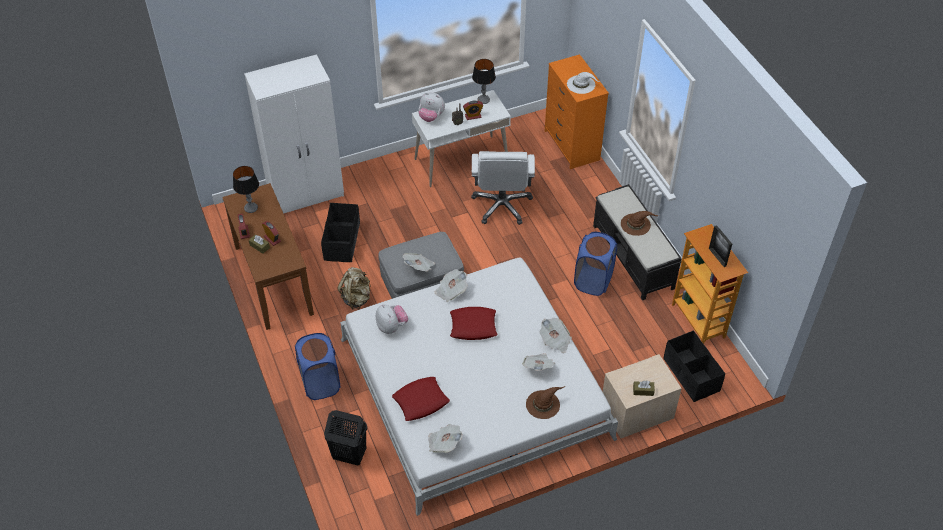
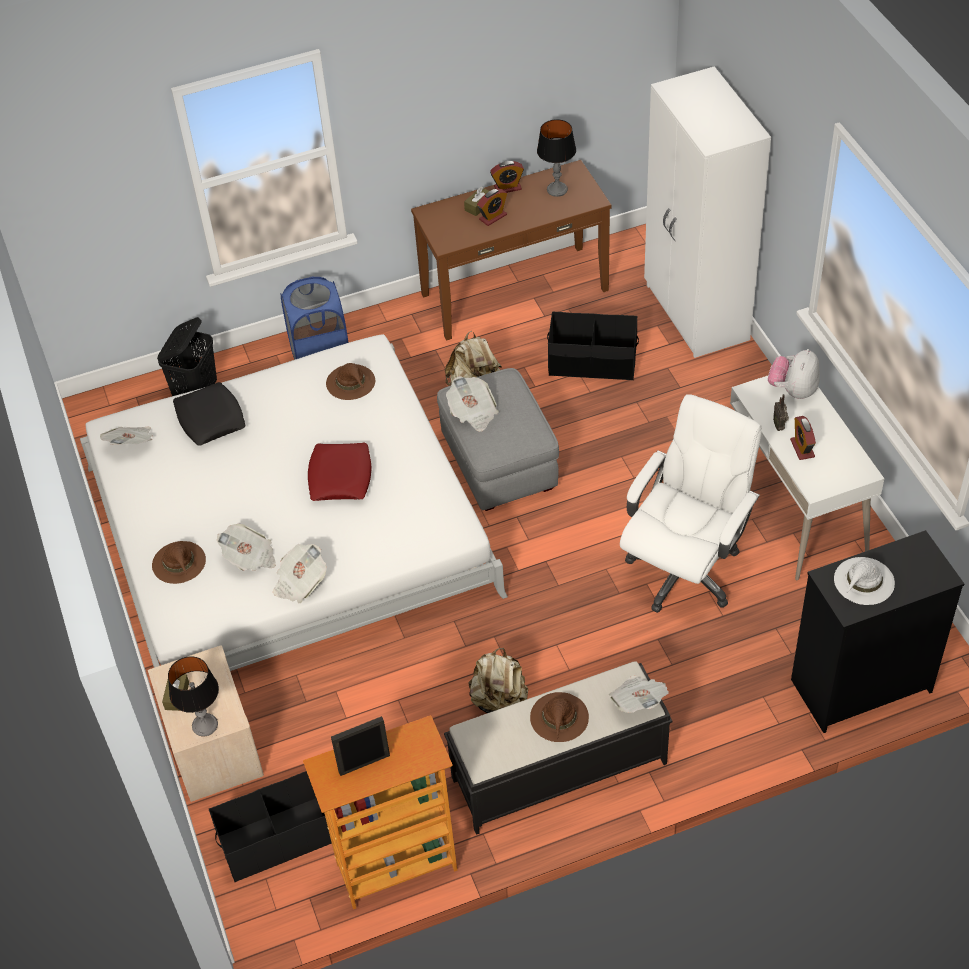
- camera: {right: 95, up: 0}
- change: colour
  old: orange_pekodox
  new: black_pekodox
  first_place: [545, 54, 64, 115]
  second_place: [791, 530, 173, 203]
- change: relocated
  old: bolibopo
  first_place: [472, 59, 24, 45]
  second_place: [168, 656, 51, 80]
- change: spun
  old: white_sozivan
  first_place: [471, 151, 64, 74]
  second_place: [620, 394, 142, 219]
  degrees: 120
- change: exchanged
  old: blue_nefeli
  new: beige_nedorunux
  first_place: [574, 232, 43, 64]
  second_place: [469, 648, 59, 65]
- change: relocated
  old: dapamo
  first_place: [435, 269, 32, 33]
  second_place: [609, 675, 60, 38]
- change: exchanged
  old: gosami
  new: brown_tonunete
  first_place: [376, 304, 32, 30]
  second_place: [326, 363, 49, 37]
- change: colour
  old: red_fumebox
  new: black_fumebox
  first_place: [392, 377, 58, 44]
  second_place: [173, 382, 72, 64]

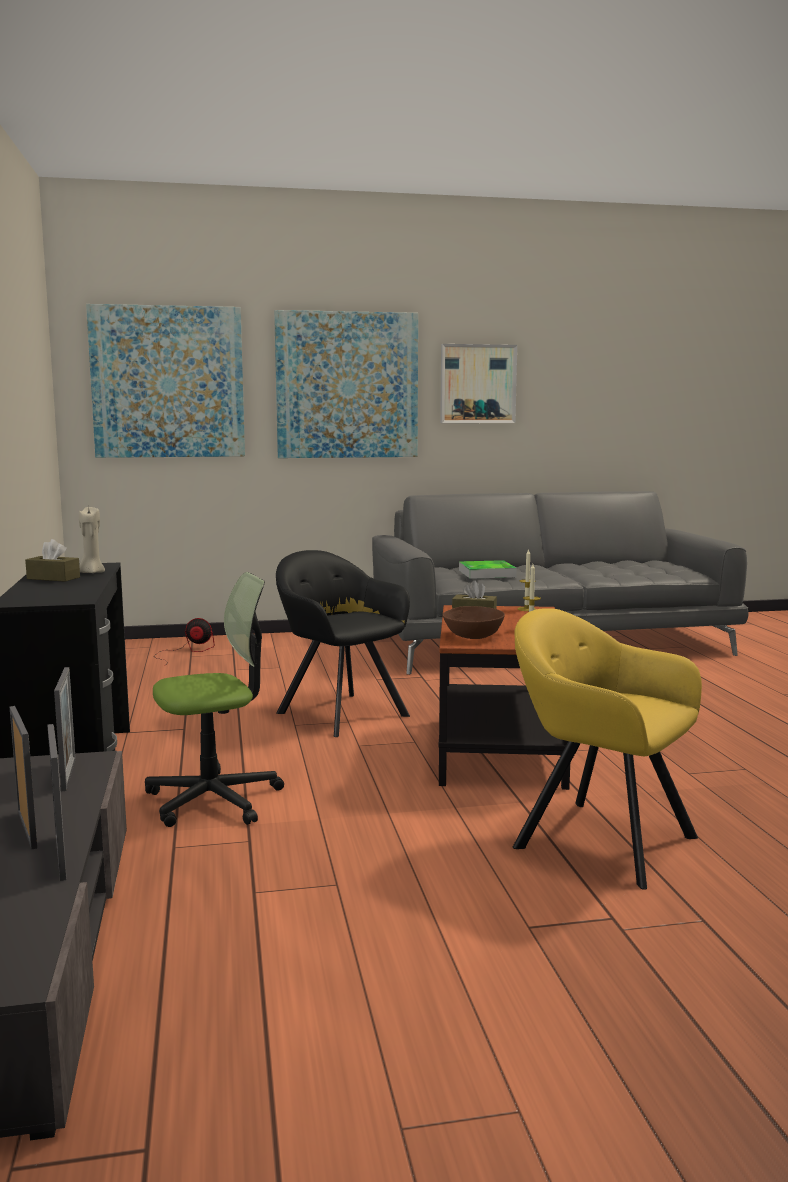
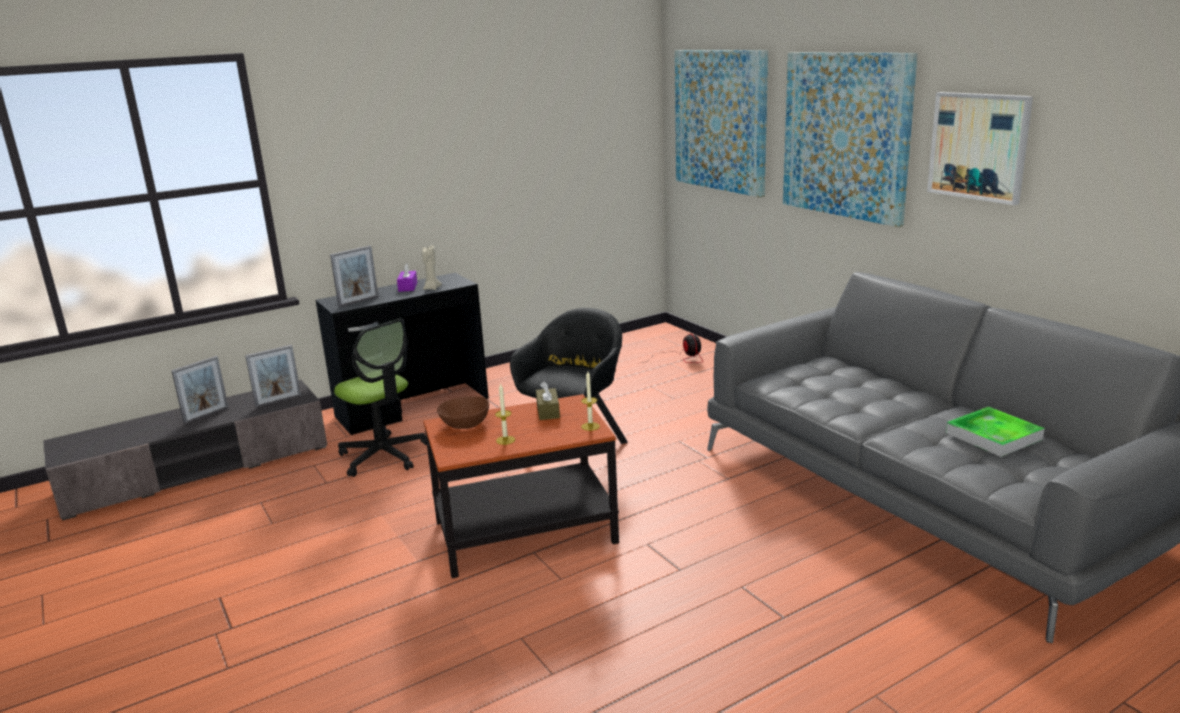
- camera: {right: 70, up: 10}
- change: colour
  old: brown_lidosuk
  new: purple_lidosuk
  first_place: [25, 539, 55, 43]
  second_place: [397, 263, 20, 29]
- change: relocated
  old: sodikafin
  first_place: [459, 560, 58, 19]
  second_place: [946, 407, 99, 50]
- change: missing
  old: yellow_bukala
  first_place: [512, 608, 190, 282]
- change: relocated
  old: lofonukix
  first_place: [48, 724, 19, 157]
  second_place: [330, 246, 48, 61]

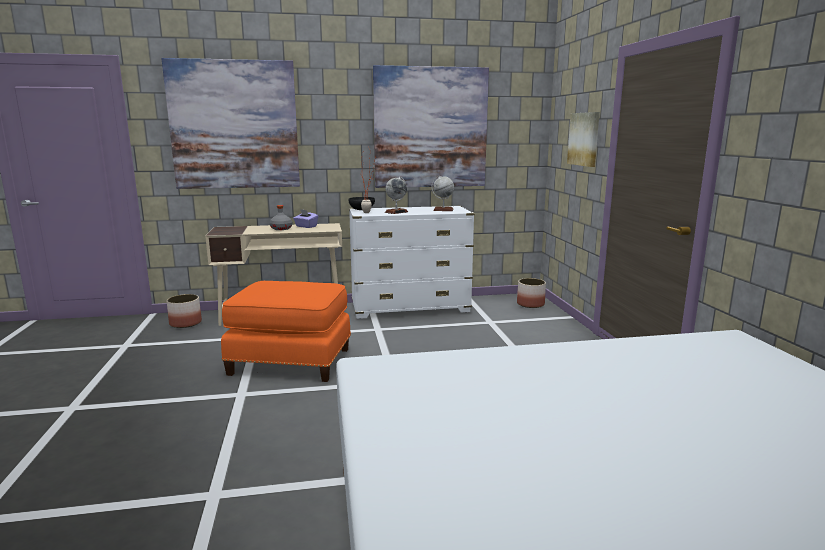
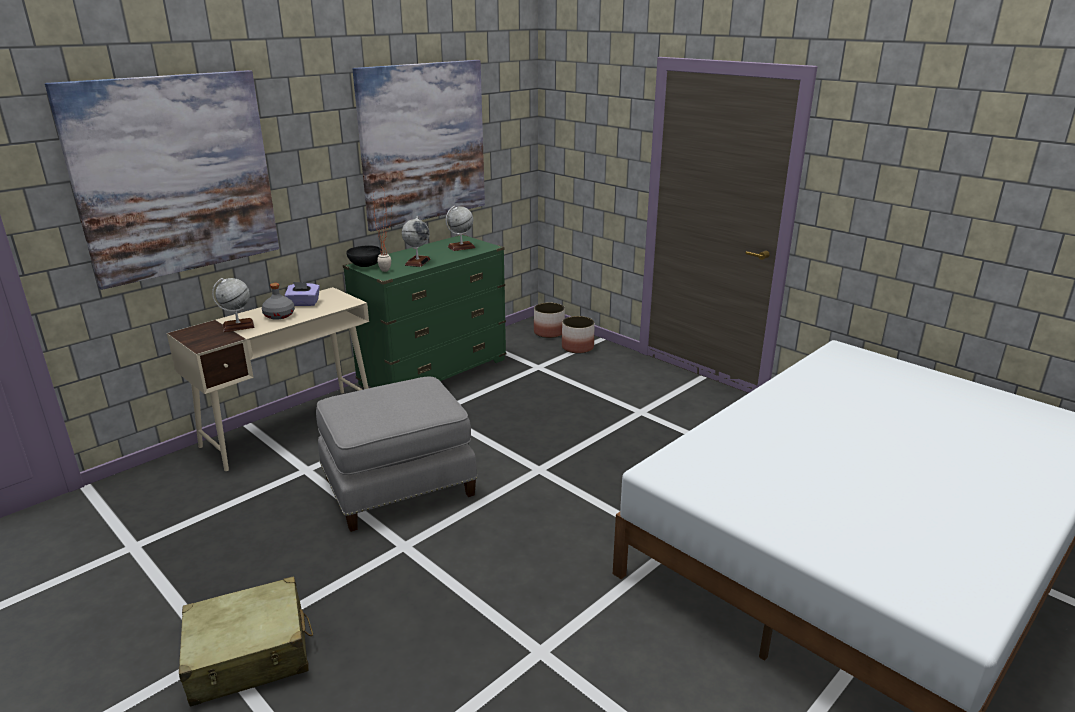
- camera: {right: -35, up: 10}
- change: missing
  old: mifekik
  first_place: [567, 112, 33, 55]
- change: colour
  old: white_pekodox
  new: green_pekodox
  first_place: [349, 206, 126, 113]
  second_place: [343, 234, 164, 154]
- change: colour
  old: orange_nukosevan
  new: grey_nukosevan
  first_place: [221, 281, 130, 101]
  second_place: [316, 377, 162, 155]
- change: relocated
  old: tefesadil
  first_place: [167, 294, 35, 34]
  second_place: [562, 316, 33, 37]
- change: appeared
  new: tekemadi
  second_place: [212, 278, 43, 54]
- change: appeared
  new: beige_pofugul
  second_place: [179, 576, 134, 131]

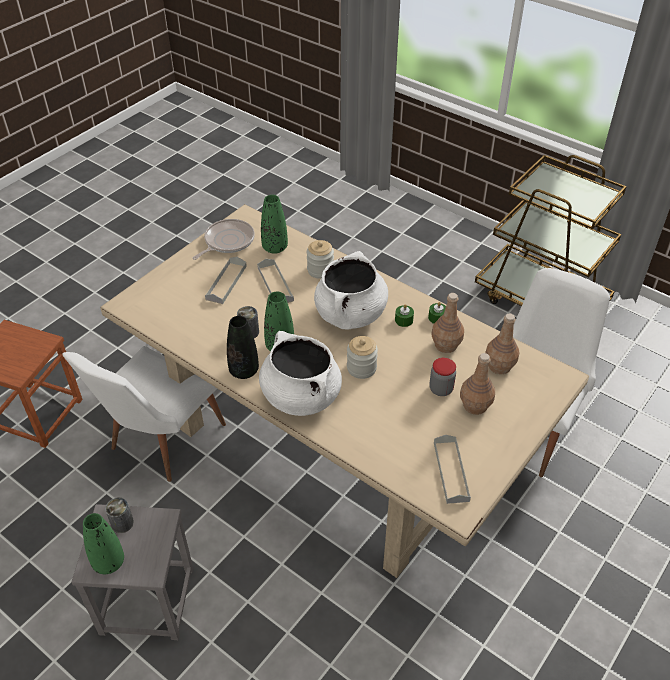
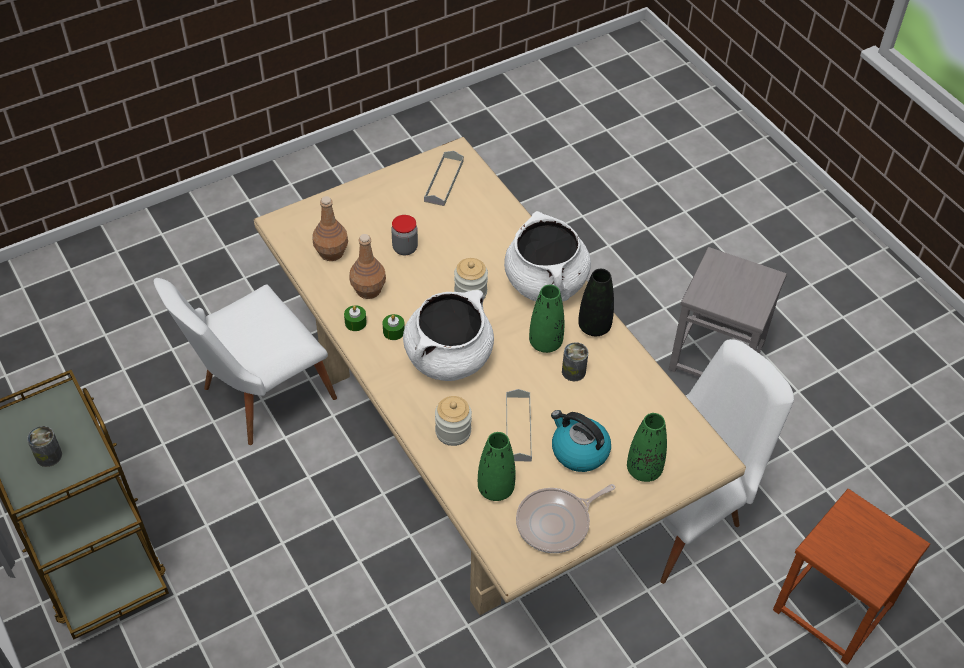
- camera: {right: -160, up: 5}
- change: exchanged
  old: grey_sodikafin
  new: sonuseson
  first_place: [205, 257, 42, 47]
  second_place: [551, 410, 60, 62]
- change: missing
  old: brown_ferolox
  first_place: [460, 353, 35, 62]
- change: relocated
  old: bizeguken
  first_place: [105, 497, 29, 36]
  second_place: [27, 426, 35, 41]
- change: relocated
  old: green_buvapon
  first_place: [83, 513, 41, 61]
  second_place: [627, 413, 40, 69]

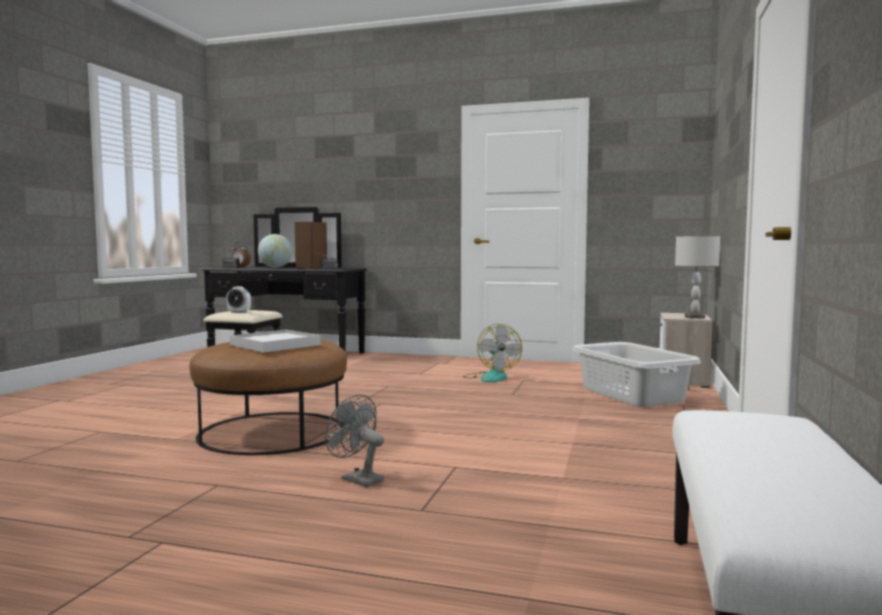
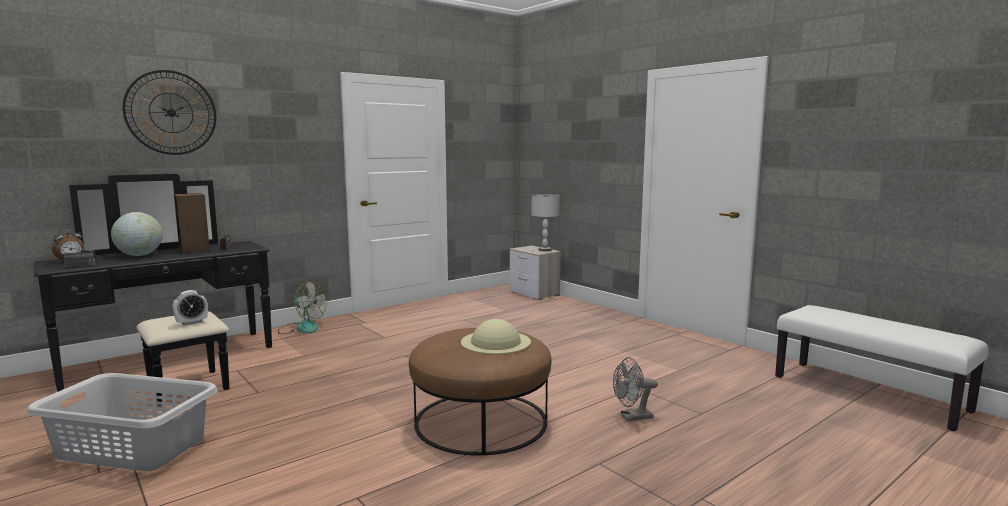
- camera: {right: -55, up: 5}
- change: relocated
  old: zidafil
  first_place: [463, 324, 59, 59]
  second_place: [278, 281, 49, 53]
- change: exchanged
  old: white_sodikafin
  new: beige_tonunete
  first_place: [230, 330, 91, 23]
  second_place: [461, 319, 70, 35]
- change: relocated
  old: grey_nefeli
  first_place: [573, 342, 128, 65]
  second_place: [26, 373, 192, 98]
- change: appeared
  new: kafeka
  second_place: [122, 70, 94, 85]

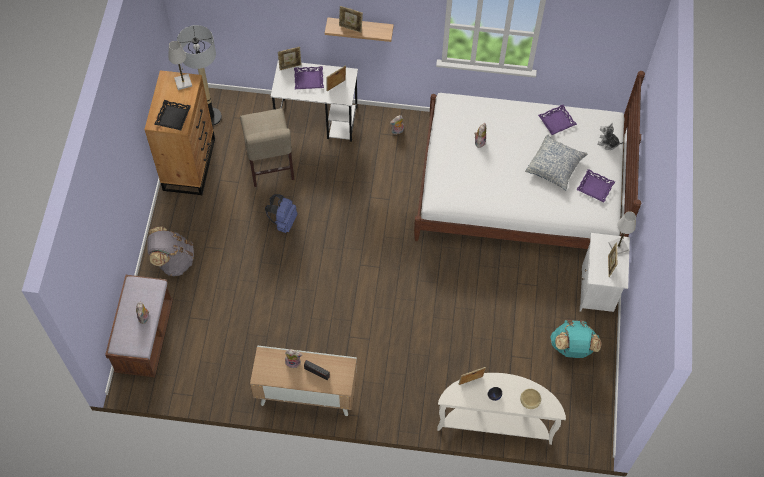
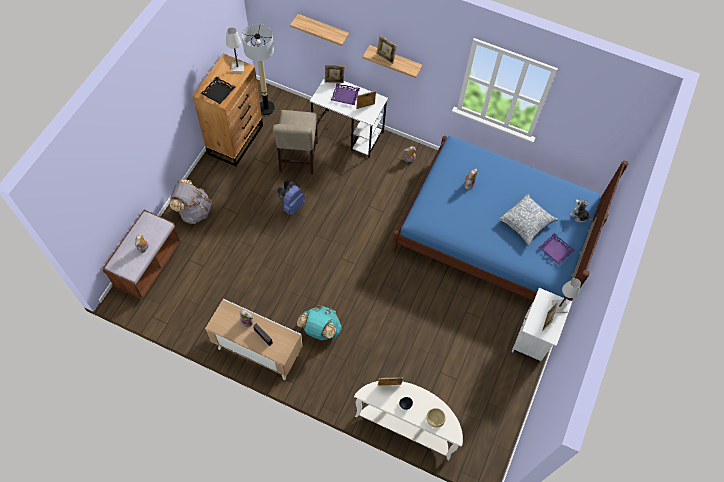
- camera: {right: 15, up: 0}
- change: colour
  old: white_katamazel
  new: blue_katamazel
  first_place: [414, 71, 231, 178]
  second_place: [393, 136, 235, 165]
- change: missing
  old: purple_sodikafin
  first_place: [538, 105, 39, 30]
- change: relocated
  old: turquoise_nedorunux
  first_place: [550, 320, 51, 38]
  second_place: [297, 305, 45, 35]
- change: appeared
  new: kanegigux
  second_place: [290, 14, 59, 32]

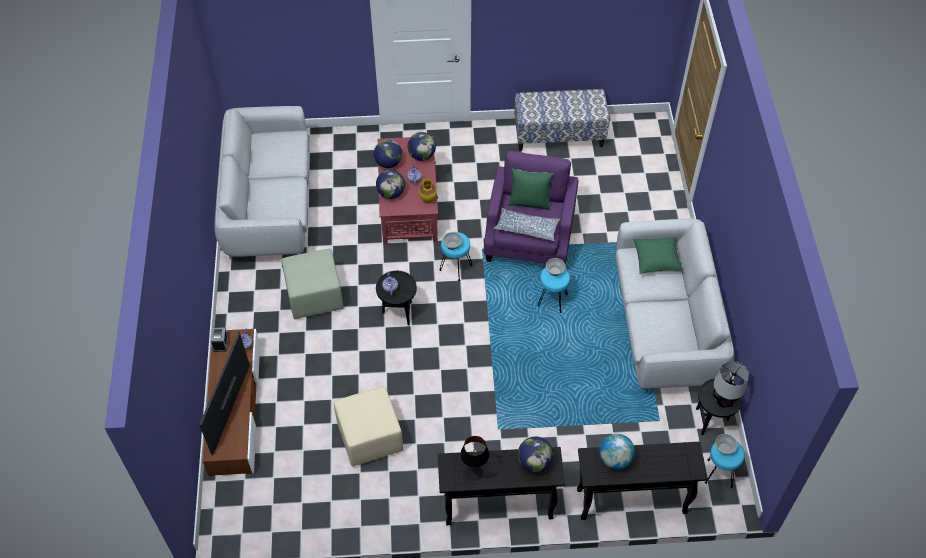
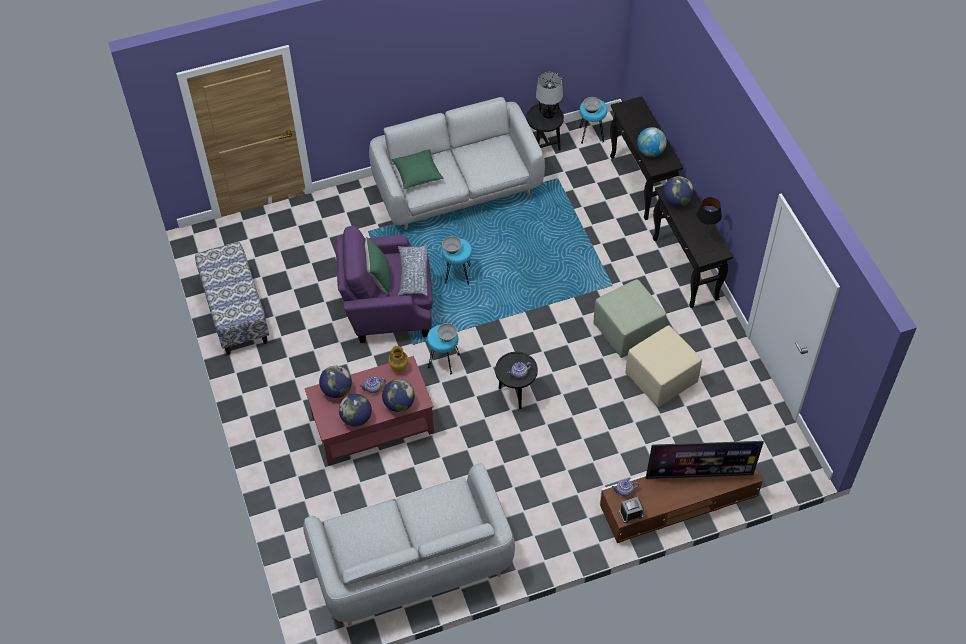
- camera: {right: -105, up: 0}
- change: relocated
  old: green_nukosevan
  first_place: [282, 248, 62, 71]
  second_place: [593, 279, 73, 79]

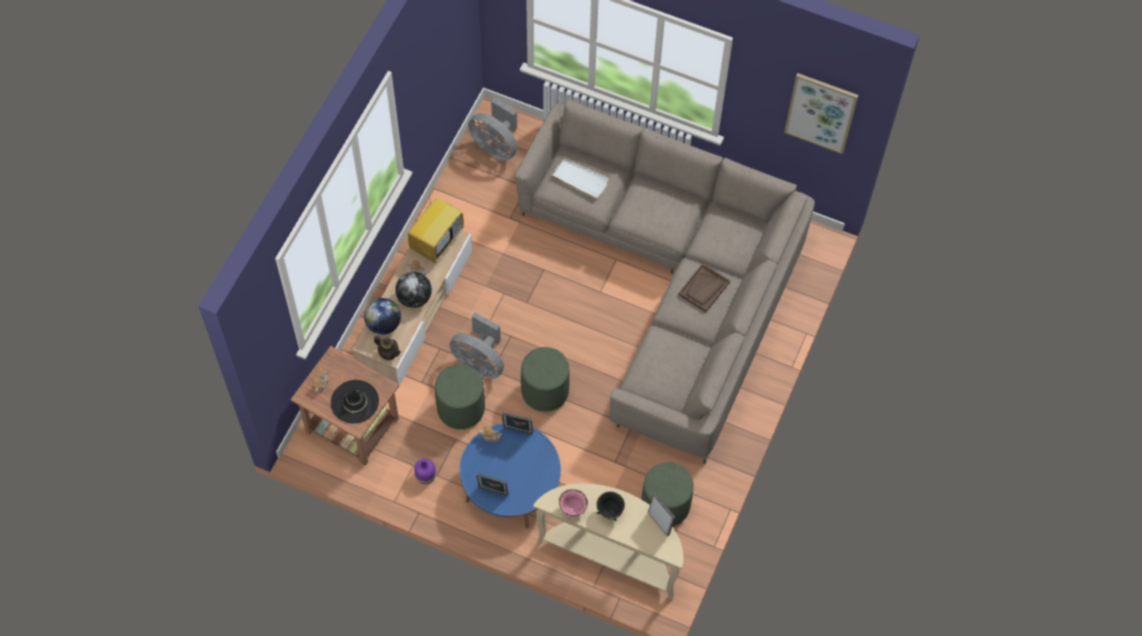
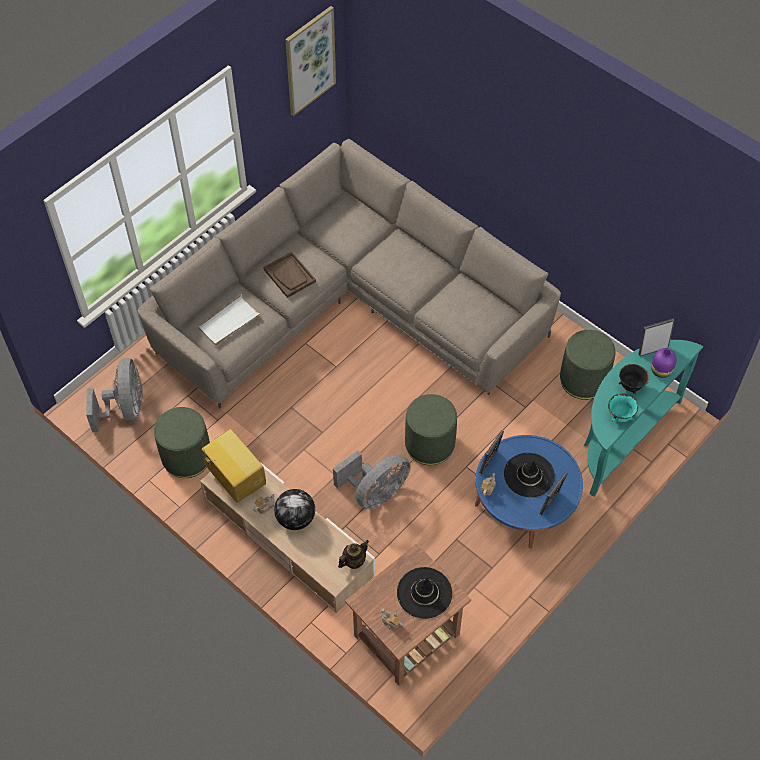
- camera: {right: -70, up: -5}
- change: spun
  old: grey_zidafil
  first_place: [468, 98, 49, 62]
  second_place: [86, 358, 56, 74]
  degrees: -60
- change: relocated
  old: brown_sodikafin
  first_place: [678, 263, 52, 49]
  second_place: [263, 252, 53, 46]
- change: missing
  old: tekemadi
  first_place: [364, 298, 37, 37]
- change: relocated
  old: green_nukosevan
  first_place: [435, 365, 50, 65]
  second_place: [154, 407, 56, 71]
- change: relocated
  old: purple_buvapon
  first_place: [414, 459, 22, 25]
  second_place: [651, 348, 26, 30]
- change: colour
  old: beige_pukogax
  new: turquoise_pukogax
  first_place: [533, 483, 150, 117]
  second_place: [584, 340, 119, 157]
- change: colour
  old: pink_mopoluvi
  new: turquoise_mopoluvi
  first_place: [559, 489, 29, 30]
  second_place: [608, 394, 30, 28]
- change: appeared
  new: black_tonunete
  second_place: [504, 453, 51, 44]

